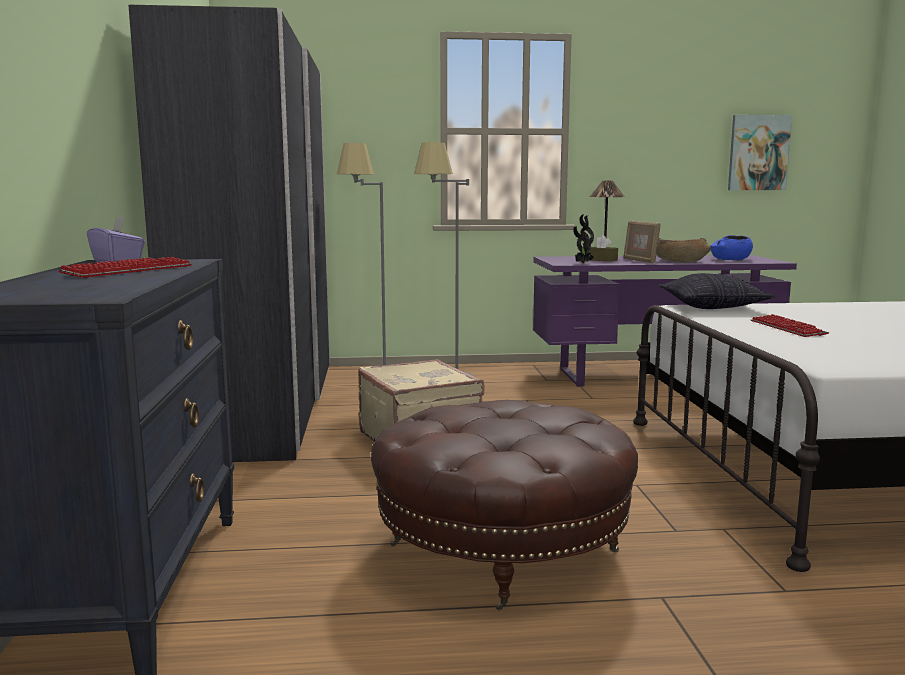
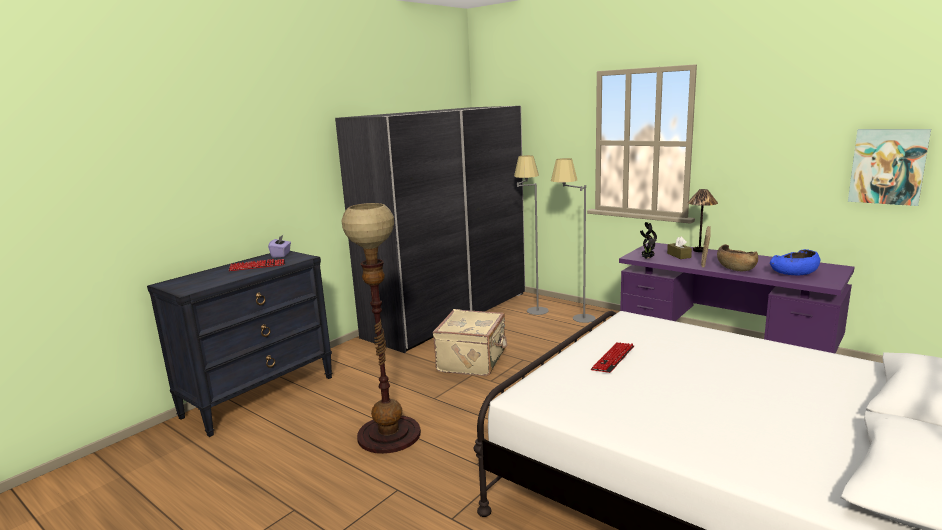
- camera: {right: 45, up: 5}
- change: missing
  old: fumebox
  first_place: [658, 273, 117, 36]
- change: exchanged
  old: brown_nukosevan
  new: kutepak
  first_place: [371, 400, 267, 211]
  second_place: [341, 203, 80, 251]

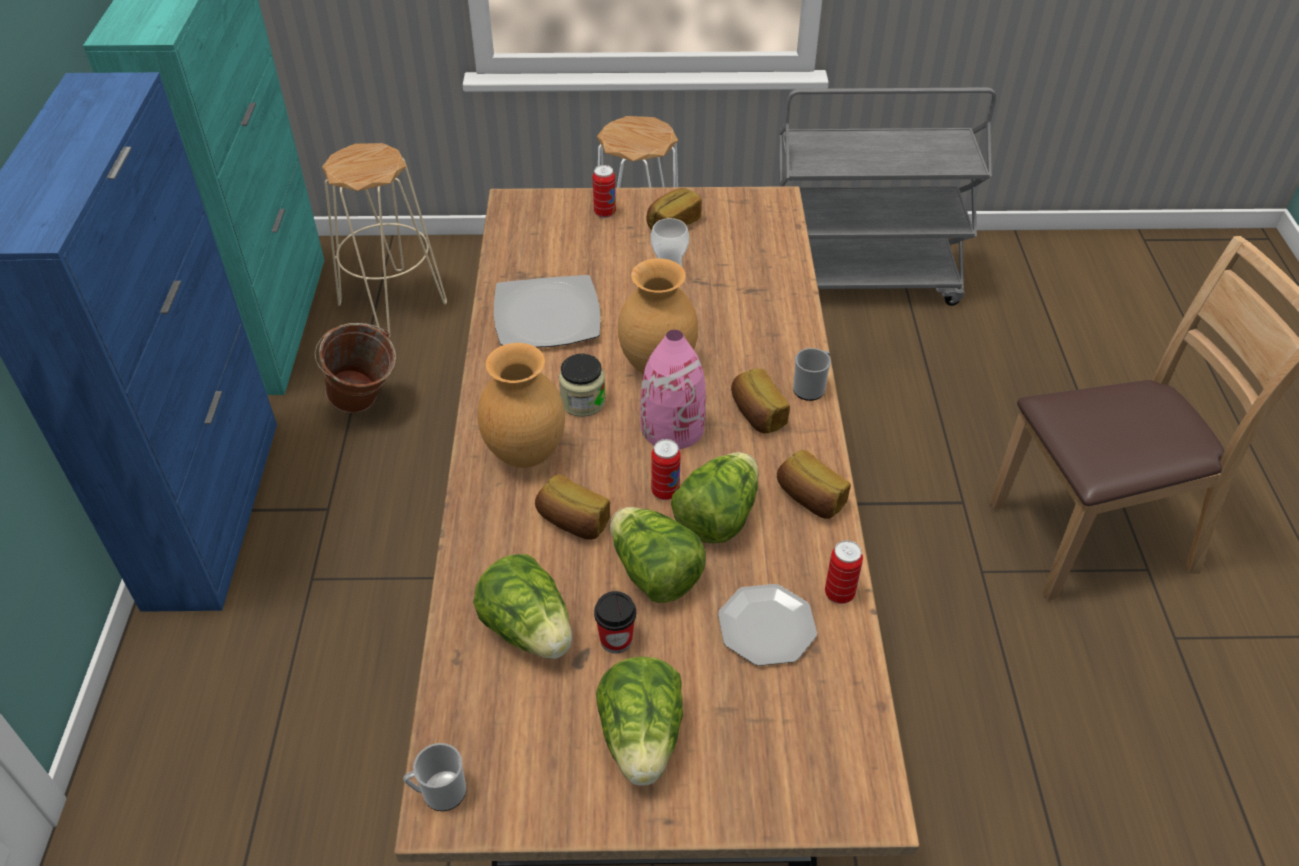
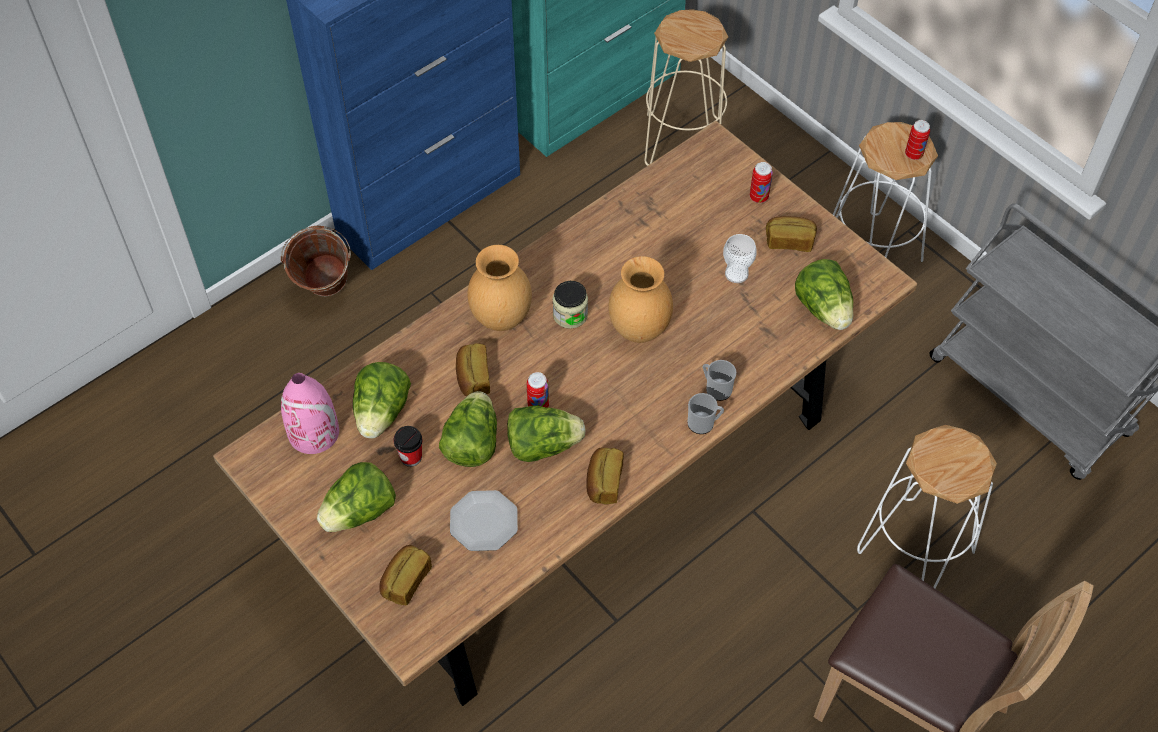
- camera: {right: 50, up: 10}
- change: missing
  old: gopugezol
  first_place: [494, 275, 107, 73]
- change: relocated
  old: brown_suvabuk
  first_place: [314, 323, 82, 90]
  second_place: [281, 226, 70, 71]
- change: relocated
  old: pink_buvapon
  first_place: [640, 330, 66, 119]
  second_place: [281, 373, 58, 81]
- change: relocated
  old: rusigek
  first_place: [731, 369, 59, 65]
  second_place: [379, 545, 53, 61]
- change: relocated
  old: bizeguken
  first_place: [825, 540, 38, 64]
  second_place: [905, 120, 25, 40]
- change: relocated
  old: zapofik
  first_place: [403, 743, 63, 68]
  second_place: [703, 360, 33, 41]
- change: appeared
  new: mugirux
  second_place: [795, 259, 58, 71]
- change: appeared
  new: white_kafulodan
  second_place: [857, 425, 140, 164]

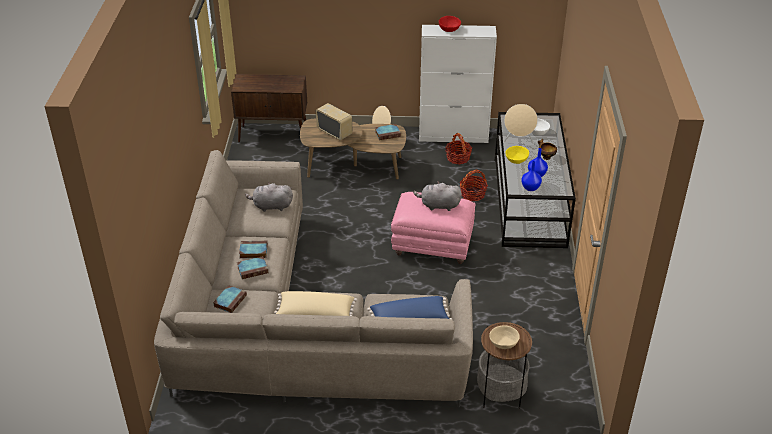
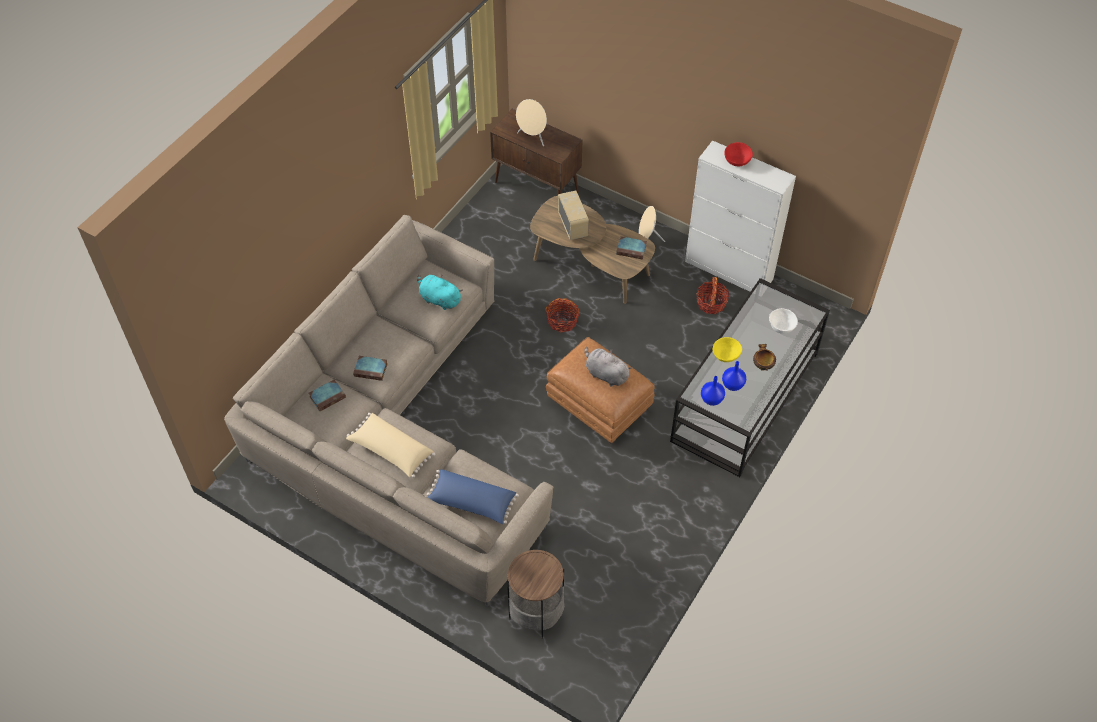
- camera: {right: 30, up: 15}
- change: relocated
  old: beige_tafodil
  first_place: [504, 104, 34, 40]
  second_place: [516, 99, 31, 47]
- change: relocated
  old: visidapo
  first_place: [460, 170, 28, 31]
  second_place: [545, 298, 35, 34]
- change: colour
  old: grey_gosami
  new: turquoise_gosami
  first_place: [245, 182, 48, 30]
  second_place: [417, 274, 46, 36]
- change: colour
  old: pink_nukosevan
  new: brown_nukosevan
  first_place: [391, 192, 84, 72]
  second_place: [546, 337, 109, 106]
- change: missing
  old: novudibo
  first_place: [239, 241, 29, 17]
- change: missing
  old: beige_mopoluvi
  first_place: [489, 325, 31, 24]

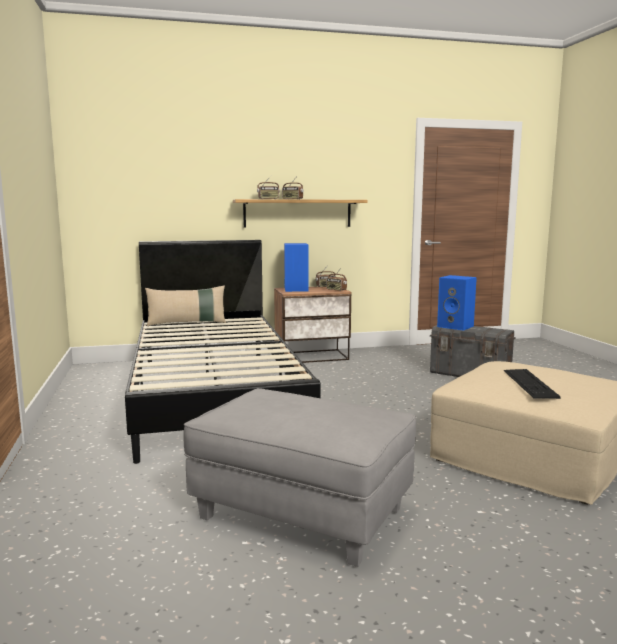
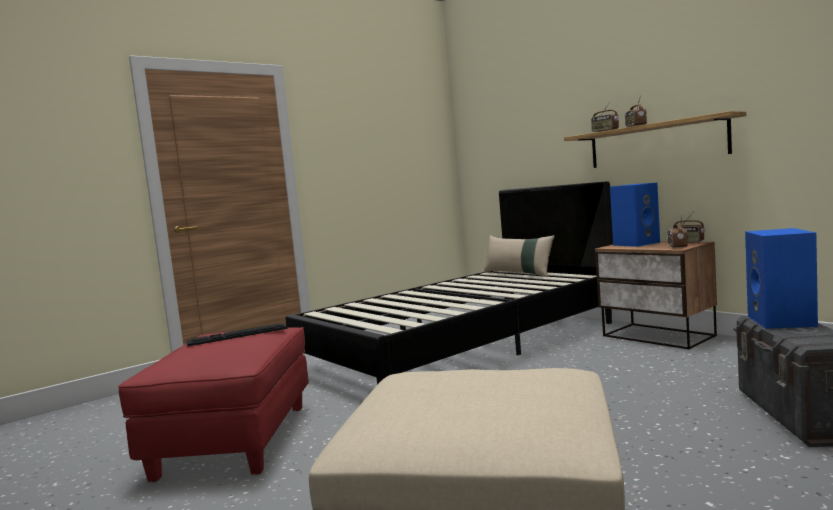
- camera: {right: 65, up: -5}
- change: relocated
  old: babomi
  first_place: [504, 369, 57, 30]
  second_place: [186, 323, 102, 23]
- change: colour
  old: grey_nukosevan
  new: red_nukosevan
  first_place: [184, 388, 232, 179]
  second_place: [118, 327, 191, 155]

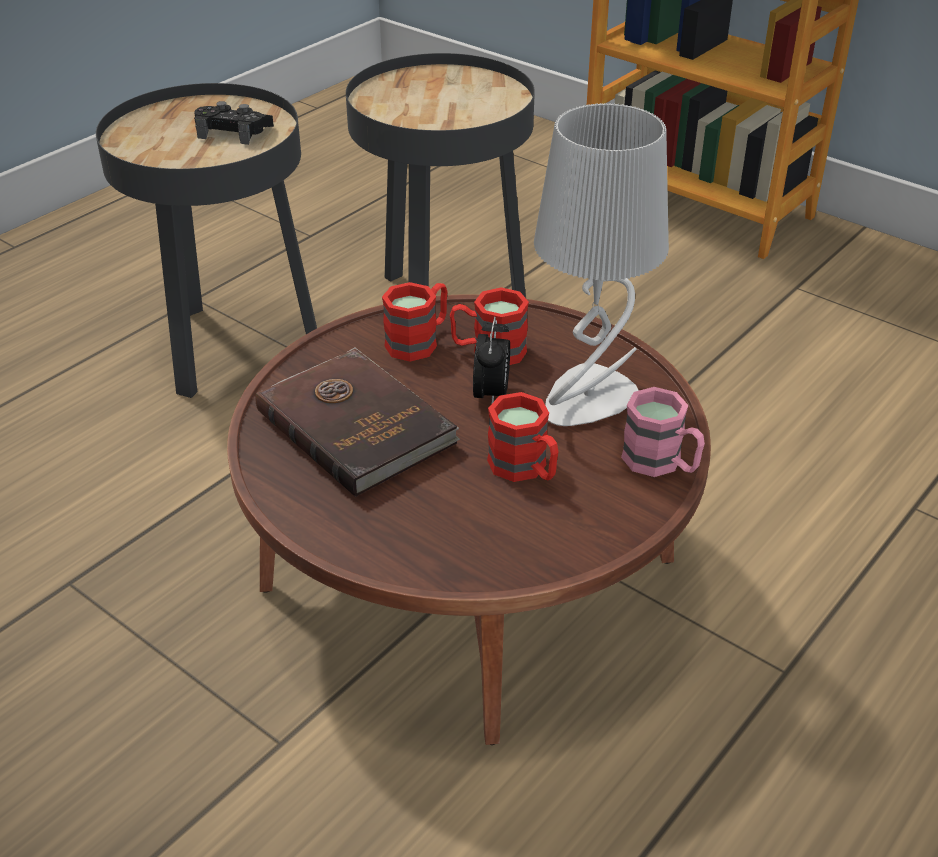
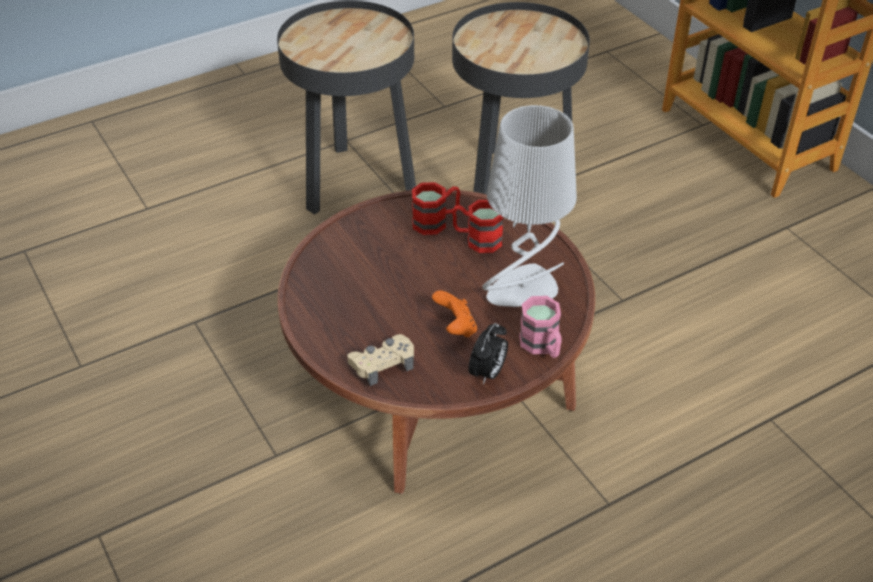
- camera: {right: 20, up: 5}
- change: missing
  old: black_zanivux
  first_place: [194, 101, 80, 44]
- change: relocated
  old: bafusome
  first_place: [473, 317, 37, 87]
  second_place: [469, 323, 39, 62]
- change: missing
  old: brown_novudibo
  first_place: [255, 348, 205, 149]
- change: exchanged
  old: red_zapofik
  new: orange_zanivux
  first_place: [487, 392, 71, 90]
  second_place: [432, 291, 45, 46]
- change: appeared
  new: beige_zanivux
  second_place: [347, 334, 67, 52]

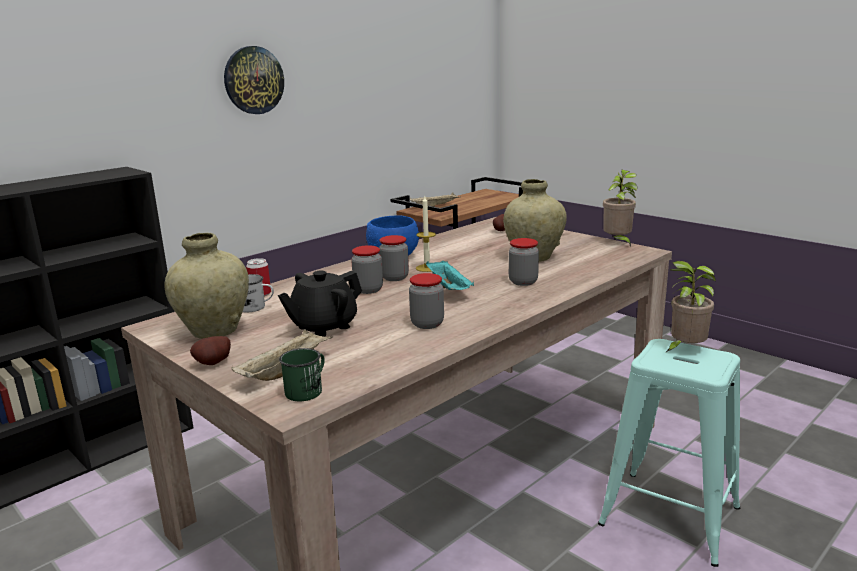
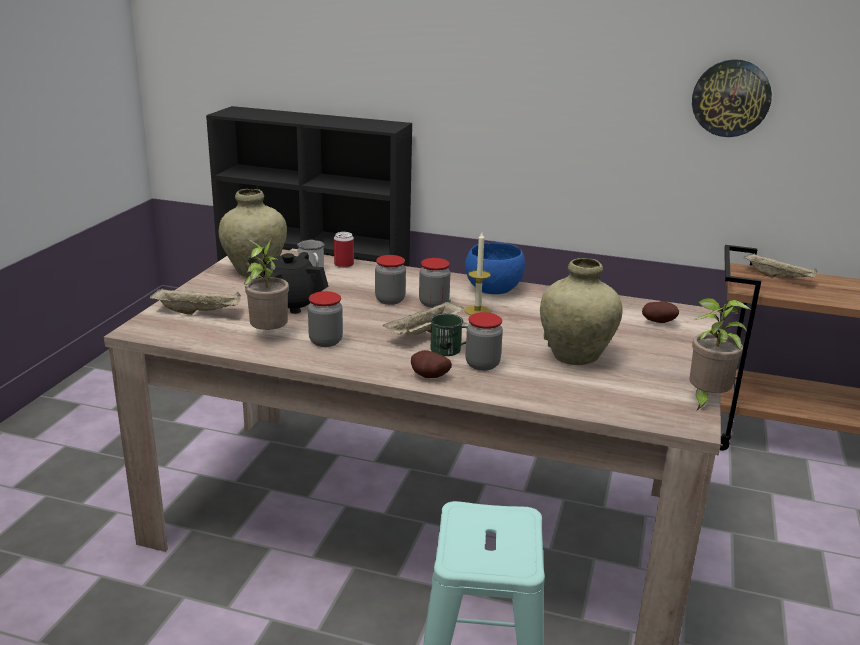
- camera: {right: 60, up: 5}
- change: relocated
  old: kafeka
  first_place: [224, 46, 60, 68]
  second_place: [692, 59, 80, 78]
- change: colour
  old: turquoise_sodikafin
  new: beige_sodikafin
  first_place: [426, 260, 48, 30]
  second_place: [383, 300, 81, 35]
- change: relocated
  old: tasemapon
  first_place: [665, 261, 51, 92]
  second_place: [243, 239, 46, 91]
- change: relocated
  old: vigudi
  first_place: [190, 336, 41, 29]
  second_place: [411, 350, 41, 28]
- change: relocated
  old: green_zapofik
  first_place: [279, 348, 46, 53]
  second_place: [430, 313, 37, 43]

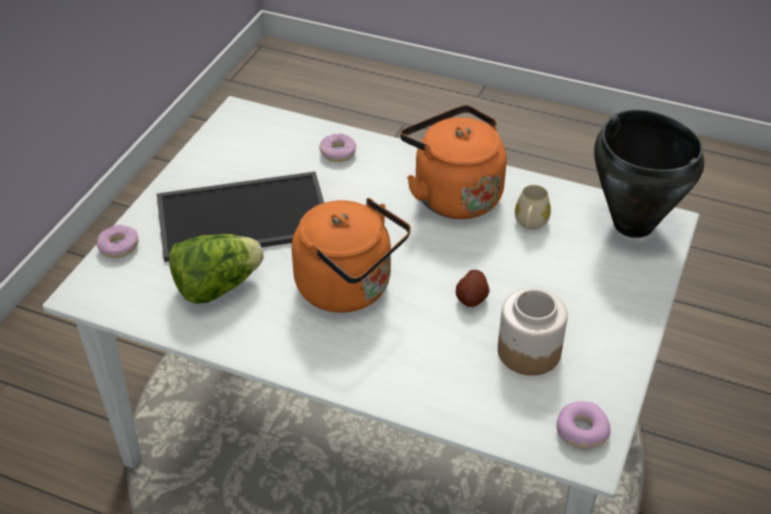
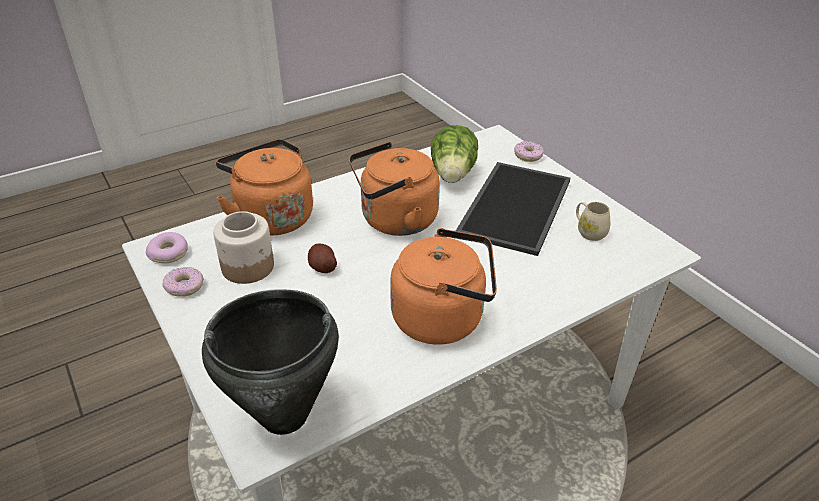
- camera: {right: 125, up: -5}
- change: relocated
  old: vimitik
  first_place: [319, 133, 37, 29]
  second_place: [163, 267, 41, 30]
- change: relocated
  old: beige_zapofik
  first_place: [515, 185, 36, 44]
  second_place: [576, 202, 34, 39]
- change: appeared
  new: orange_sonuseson
  second_place: [216, 139, 97, 97]

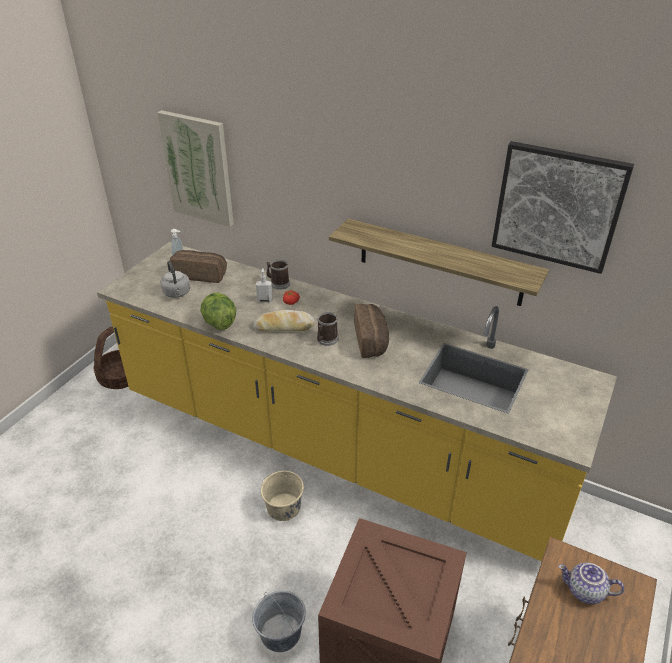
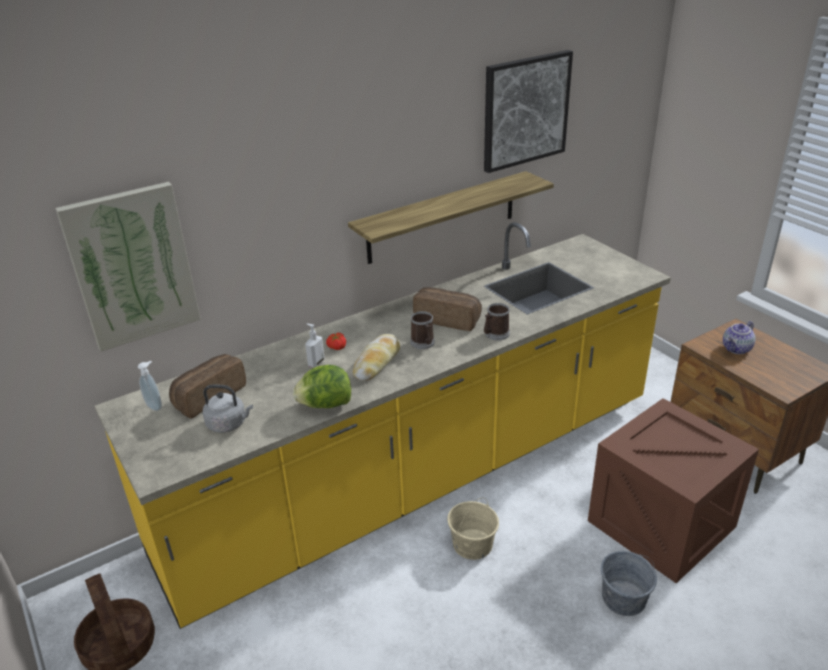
- camera: {right: -60, up: -5}
- change: relocated
  old: zapofik
  first_place: [267, 260, 23, 30]
  second_place: [484, 303, 26, 38]

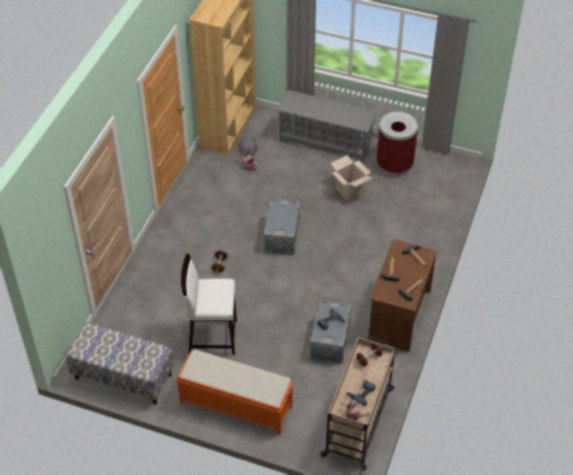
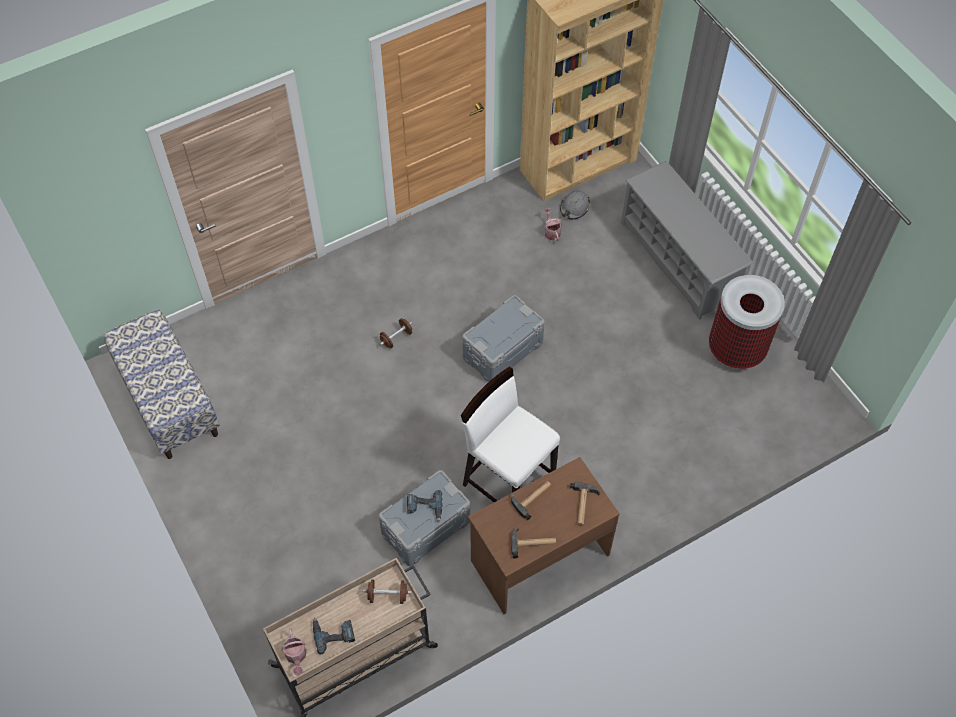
- camera: {right: 40, up: 10}
- change: missing
  old: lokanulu
  first_place: [331, 155, 41, 47]
- change: relocated
  old: white_kafulodan
  first_place: [181, 254, 56, 101]
  second_place: [461, 367, 99, 135]
- change: missing
  old: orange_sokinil
  first_place: [176, 349, 118, 86]

